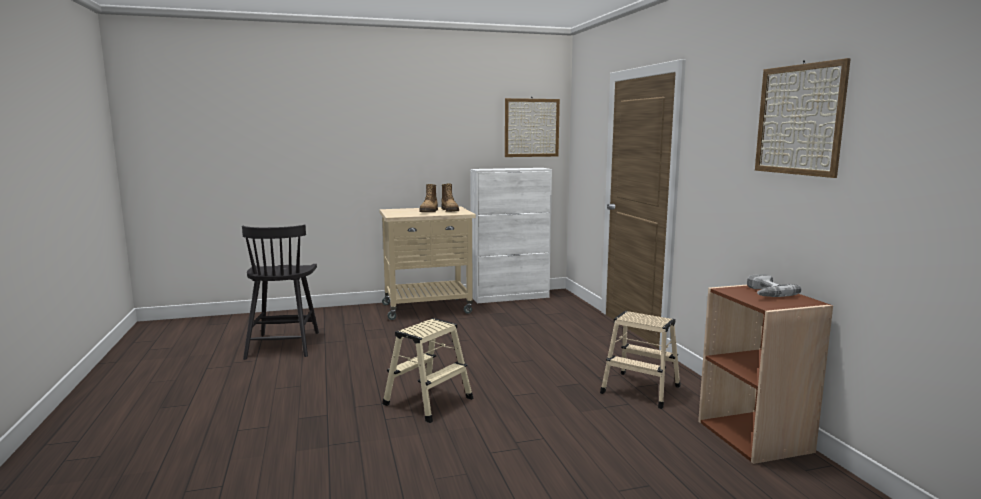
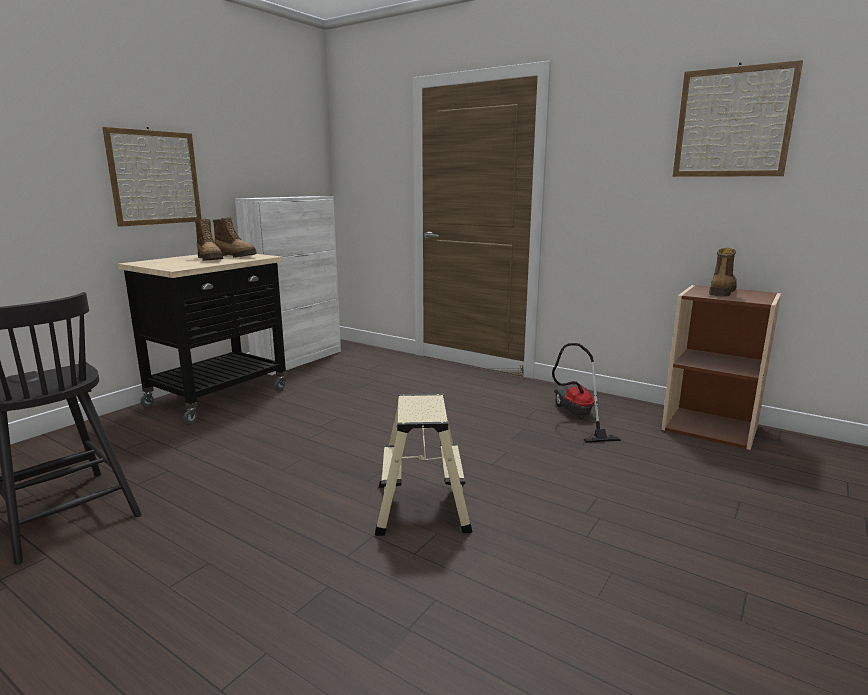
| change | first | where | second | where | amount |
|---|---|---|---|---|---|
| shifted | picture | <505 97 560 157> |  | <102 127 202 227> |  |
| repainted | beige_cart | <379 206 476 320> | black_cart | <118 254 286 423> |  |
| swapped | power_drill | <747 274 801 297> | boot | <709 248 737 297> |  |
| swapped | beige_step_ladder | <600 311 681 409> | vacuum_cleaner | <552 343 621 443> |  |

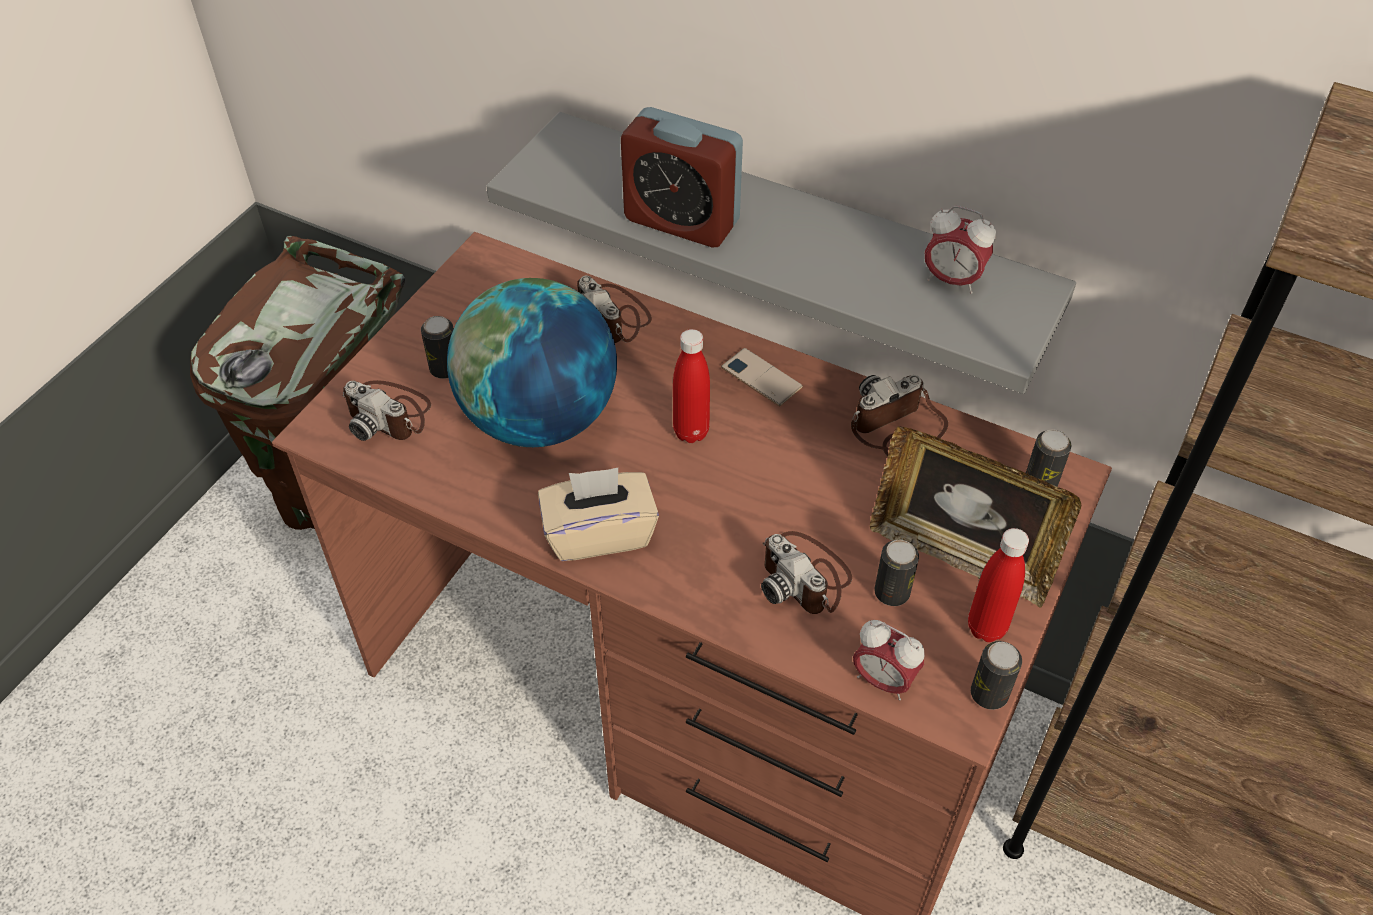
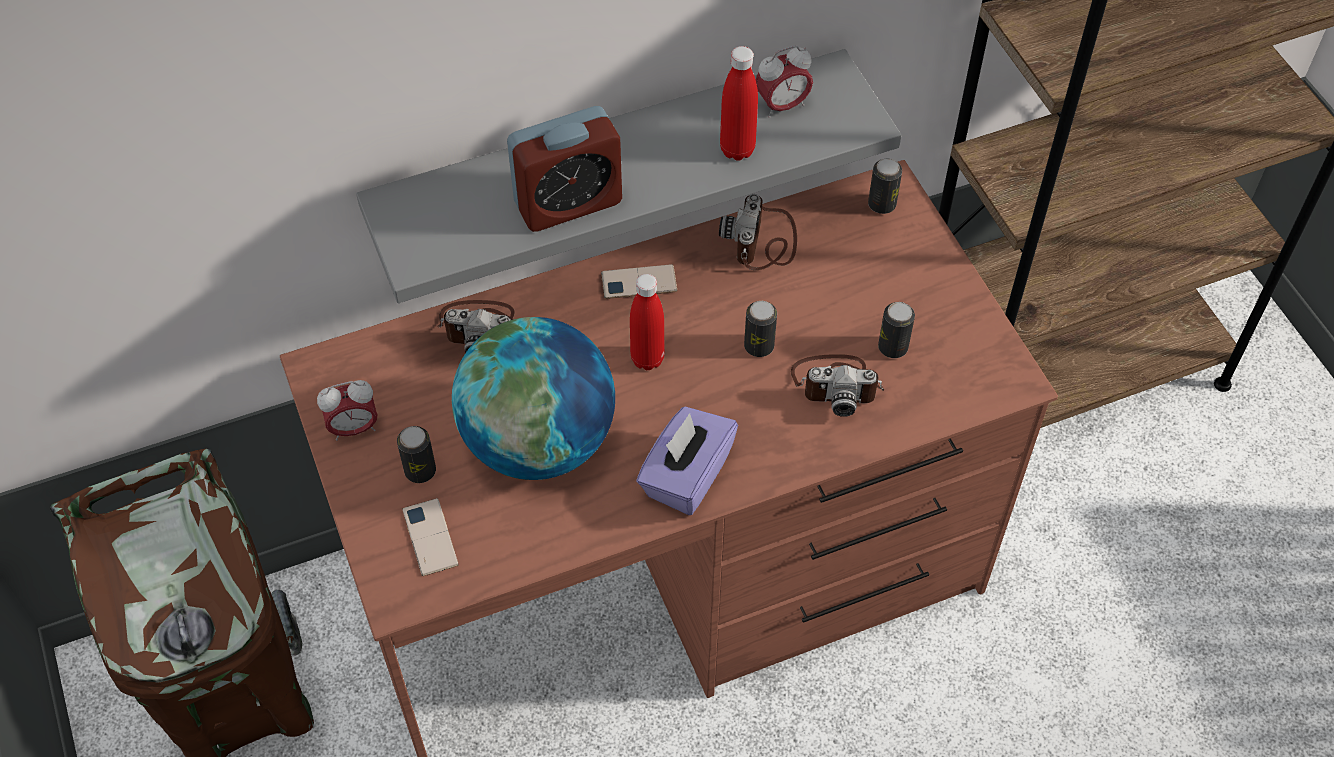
| change | first | where | second | where | amount |
|---|---|---|---|---|---|
| swapped | photo_camera | <342 380 431 441> | phone | <402 498 458 576> |  |
| gone | picture_frame | <870 426 1081 607> |  |  |  |
| repainted | beige_tissue_box | <538 468 659 561> | purple_tissue_box | <636 407 738 515> |  |
| shifted | red_bottle | <968 528 1029 642> |  | <720 46 758 161> |  |
| shifted | alarm_clock | <853 620 925 700> |  | <317 380 377 441> |  |
| shifted | can | <971 641 1022 710> |  | <744 301 777 357> |  |

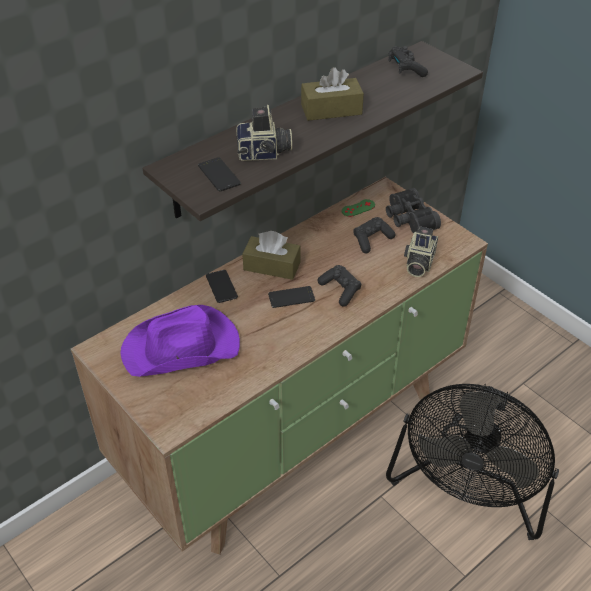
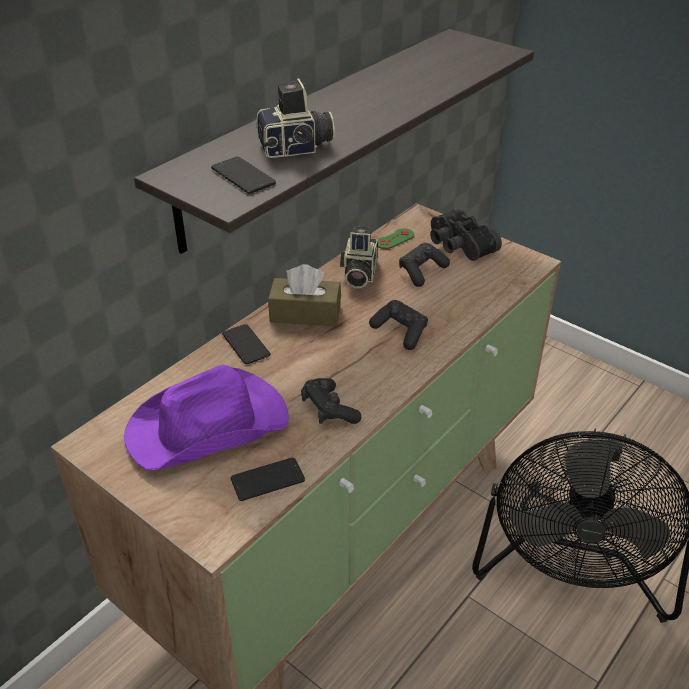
| change | first | where | second | where | amount |
|---|---|---|---|---|---|
| shifted | black_game_controller | <389 46 428 77> |  | <301 378 361 424> |  |
| gone | brown_tissue_box | <301 67 364 121> |  |  |  |
| shifted | photo_camera | <404 226 438 277> |  | <340 226 378 288> |  |
| shifted | phone | <268 286 315 308> |  | <231 457 305 501> |  |

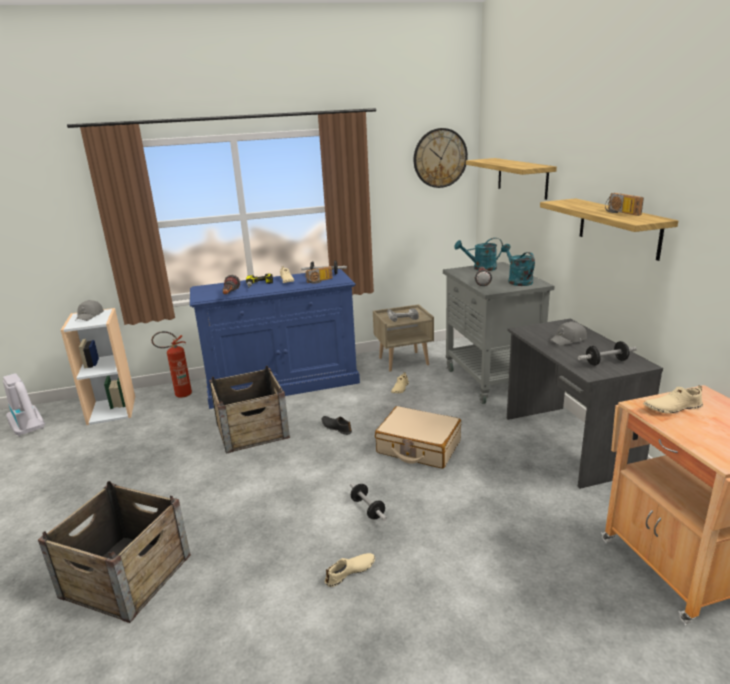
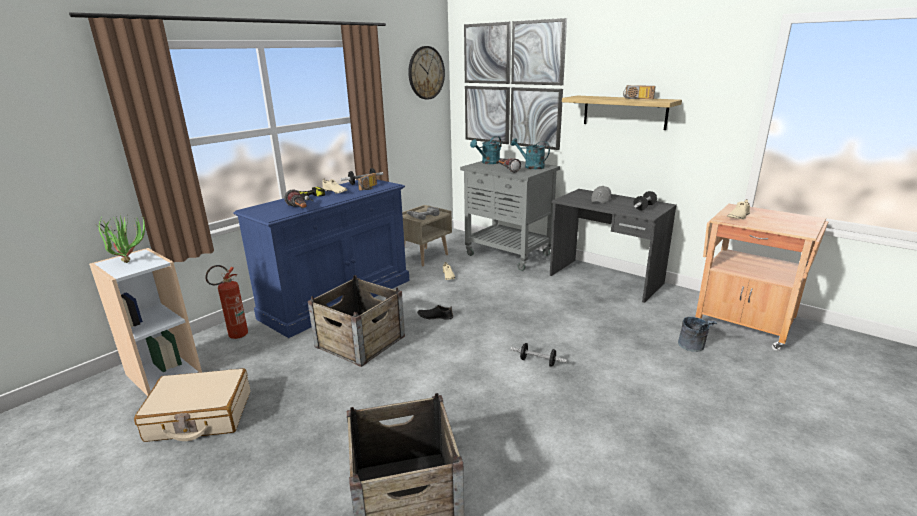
| change | first | where | second | where | amount |
|---|---|---|---|---|---|
| swapped | shelf | <466 158 557 200> | picture | <464 18 567 150> |  |
| swapped | grey_cap | <75 300 104 321> | potted_plant | <97 214 145 263> |  |
| gone | vacuum_cleaner | <3 373 45 437> |  |  |  |
| shifted | beige_suitcase | <375 406 461 469> |  | <134 368 250 442> |  |
| gone | beige_shoe | <324 553 375 587> |  |  |  |
| new |  |  | grey_bucket | <678 317 717 352> |  |

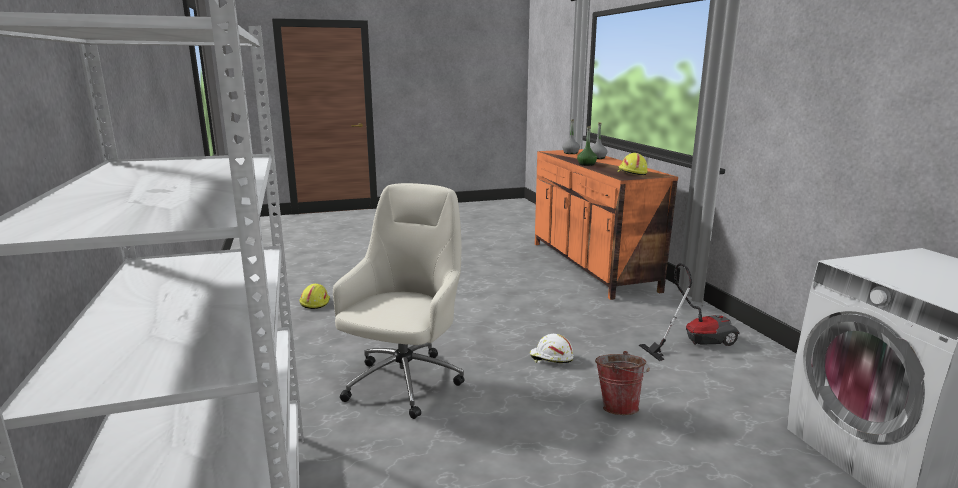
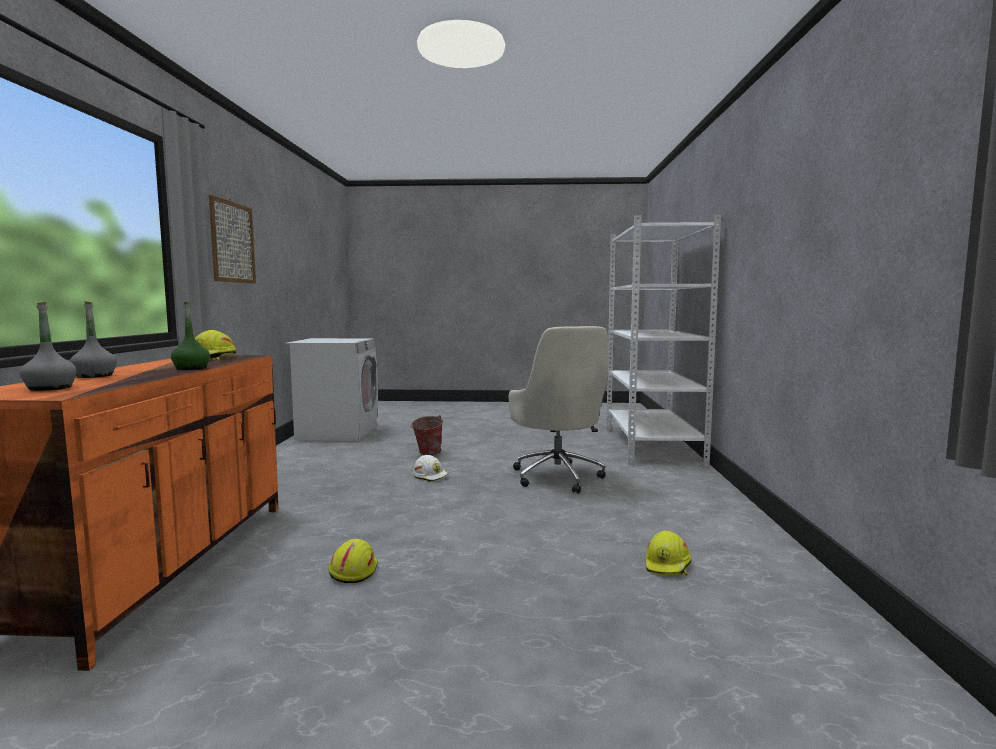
| change | first | where | second | where | amount |
|---|---|---|---|---|---|
| rotated | beige_office_chair | <333 183 465 419> |  | <509 326 608 494> | 60 degrees counterclockwise |
| gone | vacuum_cleaner | <639 263 740 361> |  |  |  |
| new |  |  | picture | <209 195 256 284> |  |
| new |  |  | yellow_hard_hat | <328 539 378 583> |  |

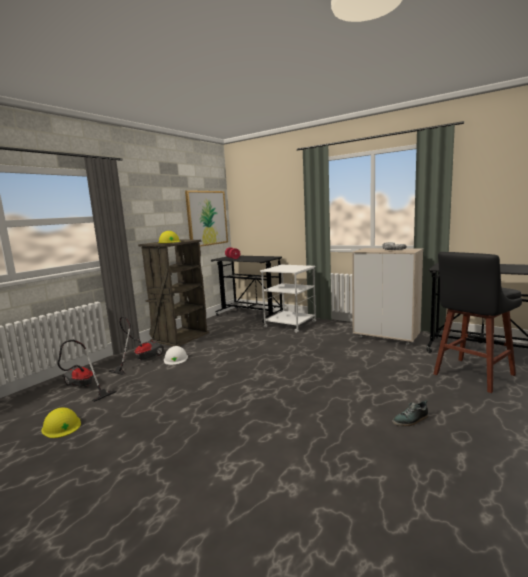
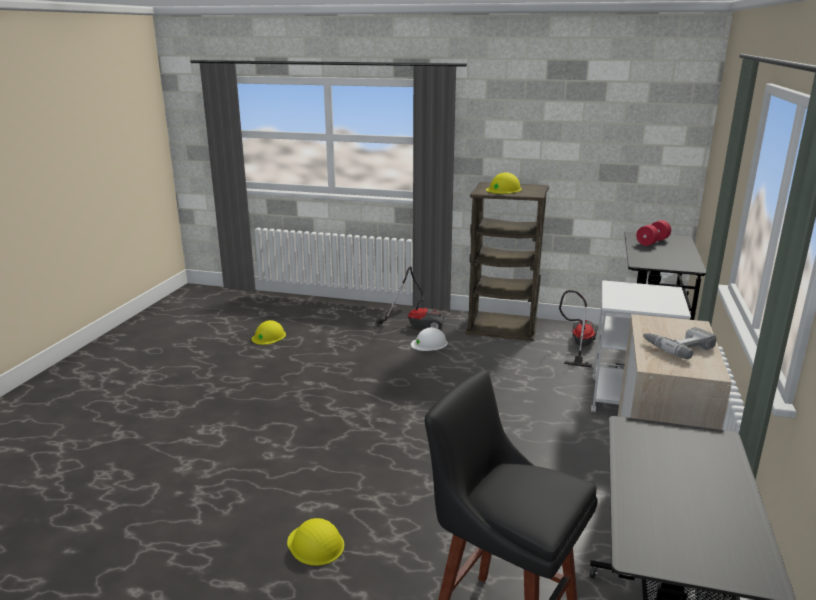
| change | first | where | second | where | amount |
|---|---|---|---|---|---|
| gone | picture | <185 190 228 247> |  |  |  |
| shifted | vacuum_cleaner | <58 340 116 402> |  | <559 290 598 368> |  |
| swapped | shoe | <393 400 428 426> | yellow_hard_hat | <287 518 344 566> |  |

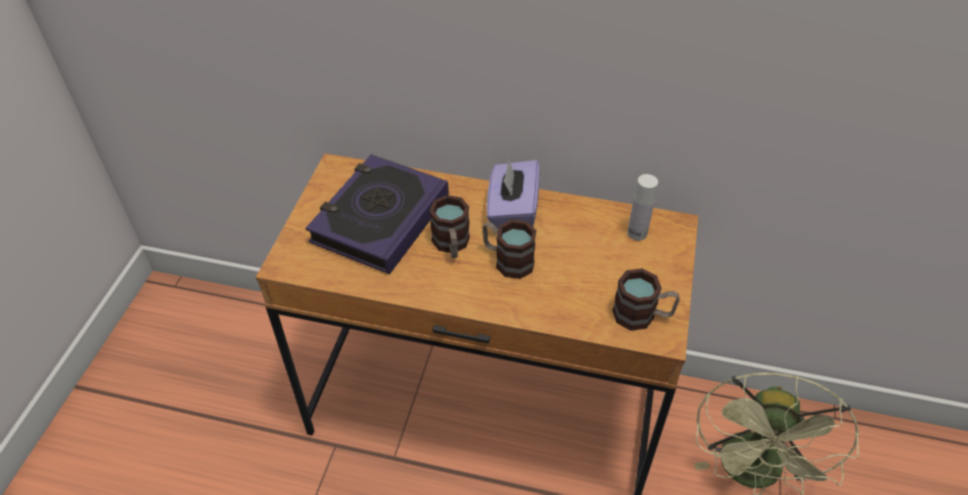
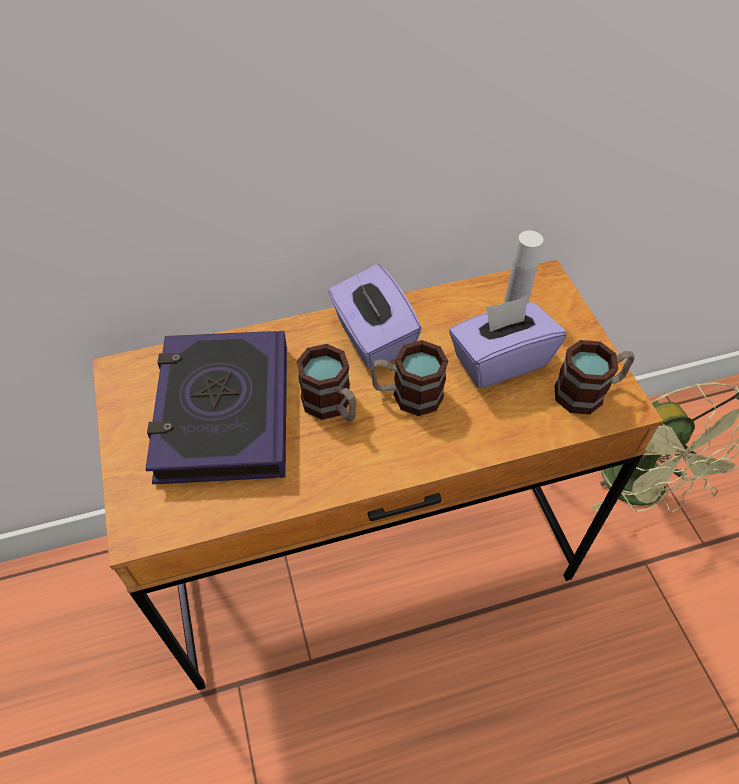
| change | first | where | second | where | amount |
|---|---|---|---|---|---|
| new |  |  | purple_tissue_box | <449 297 566 388> |  |

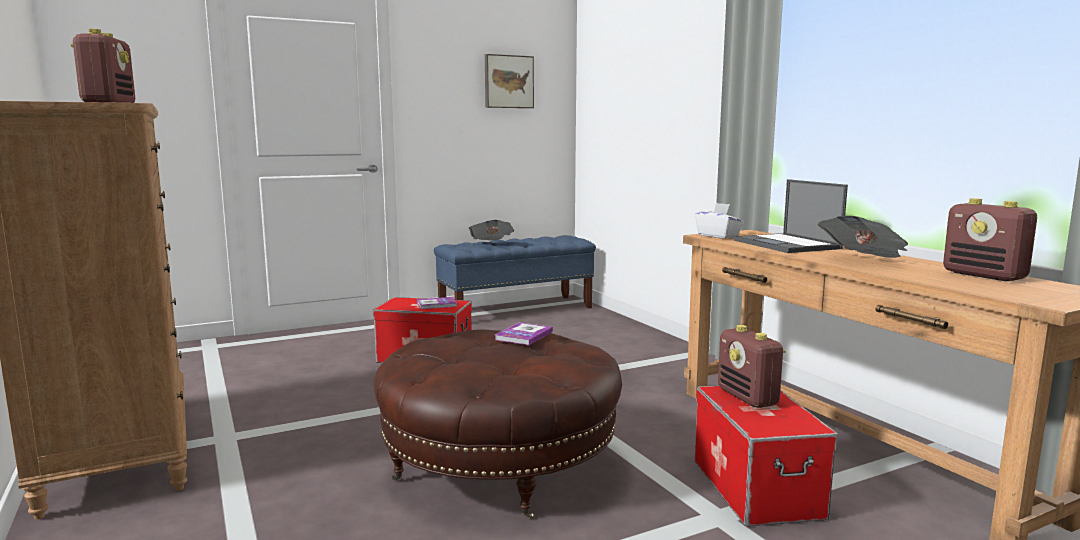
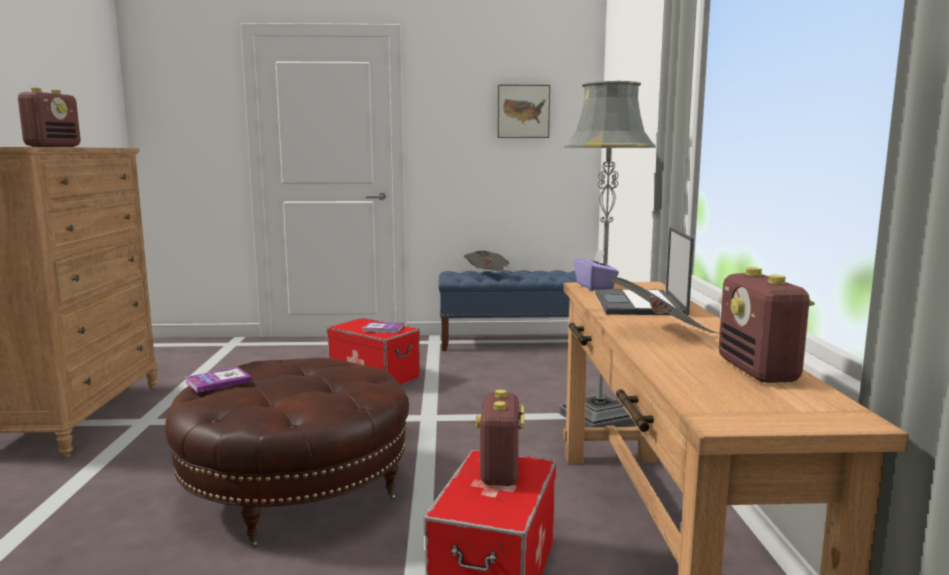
| change | first | where | second | where | amount |
|---|---|---|---|---|---|
| repainted | white_tissue_box | <695 203 744 239> | purple_tissue_box | <574 249 619 290> |  |
| shifted | book | <495 322 553 345> |  | <185 367 252 393> |  |
| new |  |  | grey_floor_lamp | <559 81 655 428> |  |

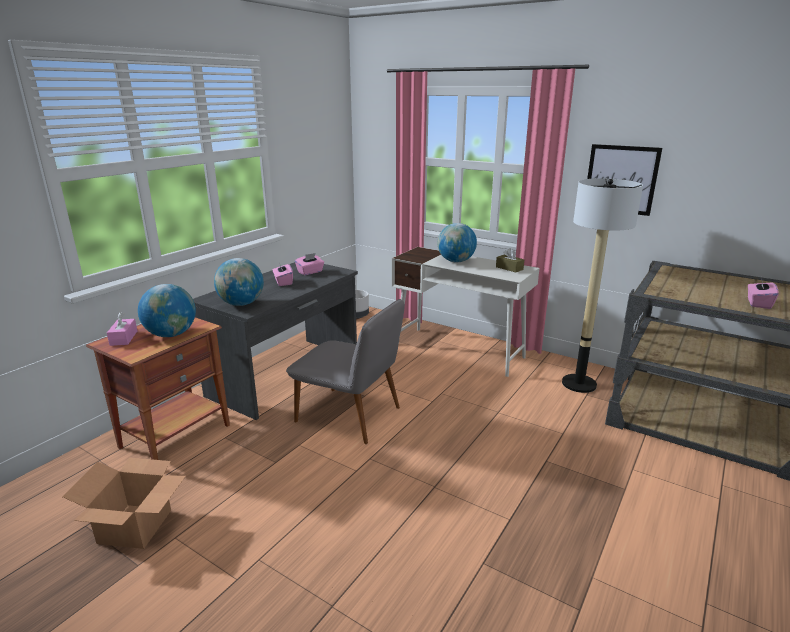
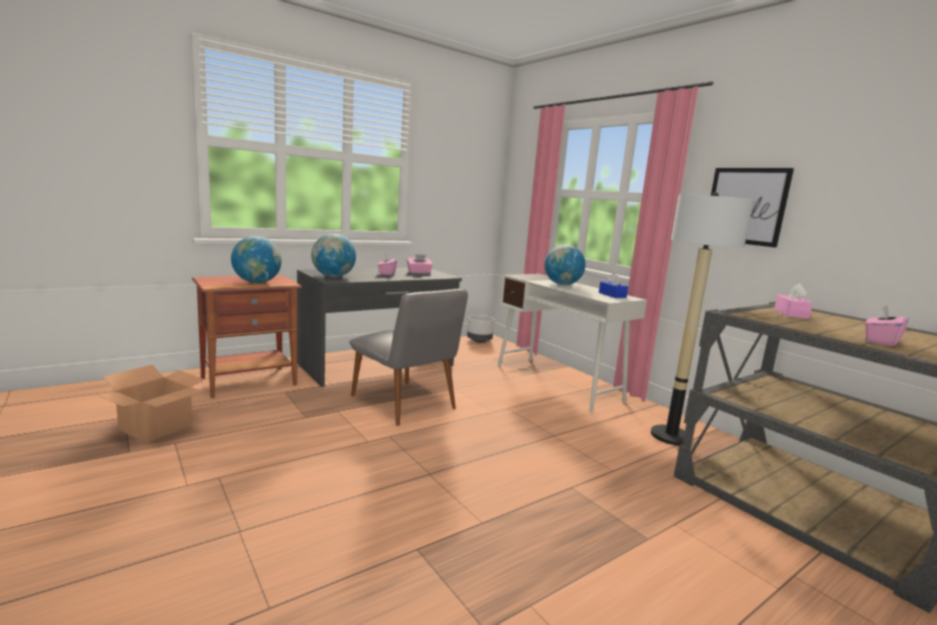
| change | first | where | second | where | amount |
|---|---|---|---|---|---|
| repainted | brown_tissue_box | <496 248 524 272> | blue_tissue_box | <599 273 628 298> |  |
| shifted | pink_tissue_box | <107 312 137 346> |  | <774 284 813 319> |  |

